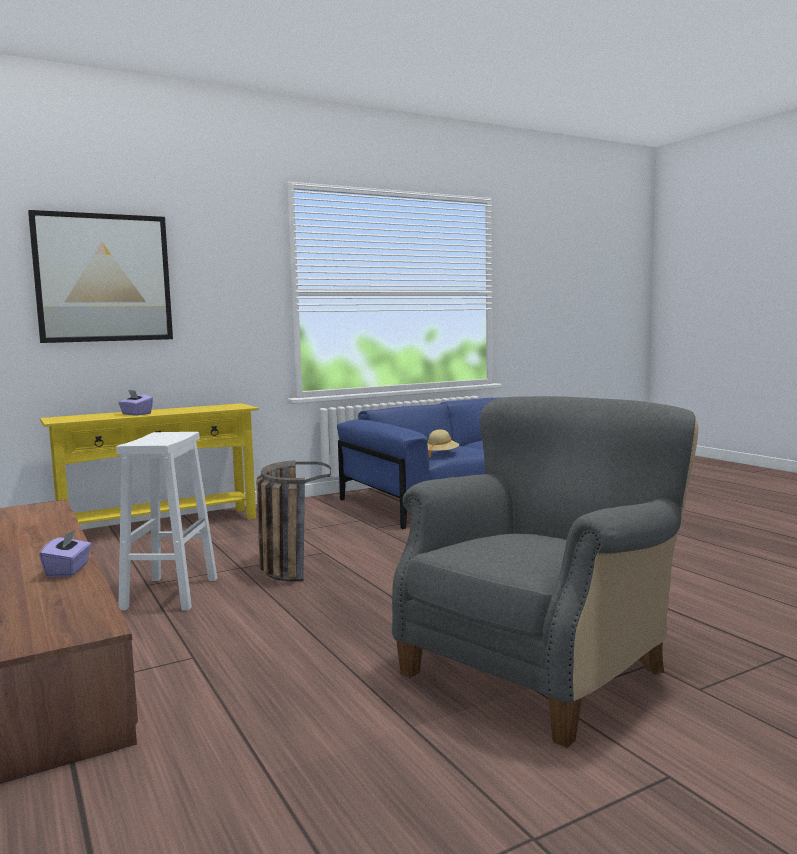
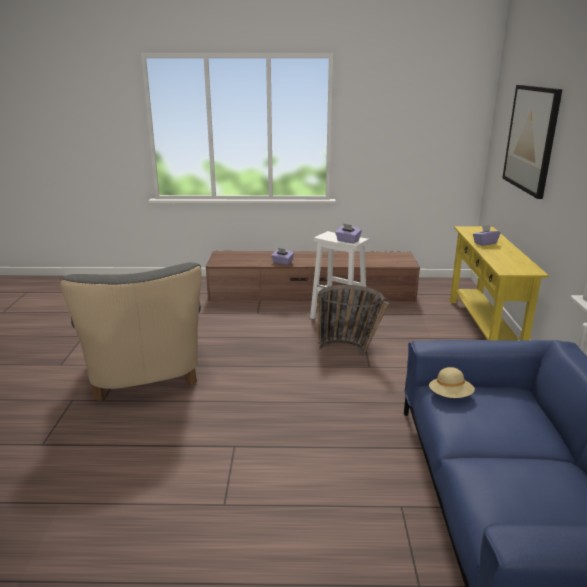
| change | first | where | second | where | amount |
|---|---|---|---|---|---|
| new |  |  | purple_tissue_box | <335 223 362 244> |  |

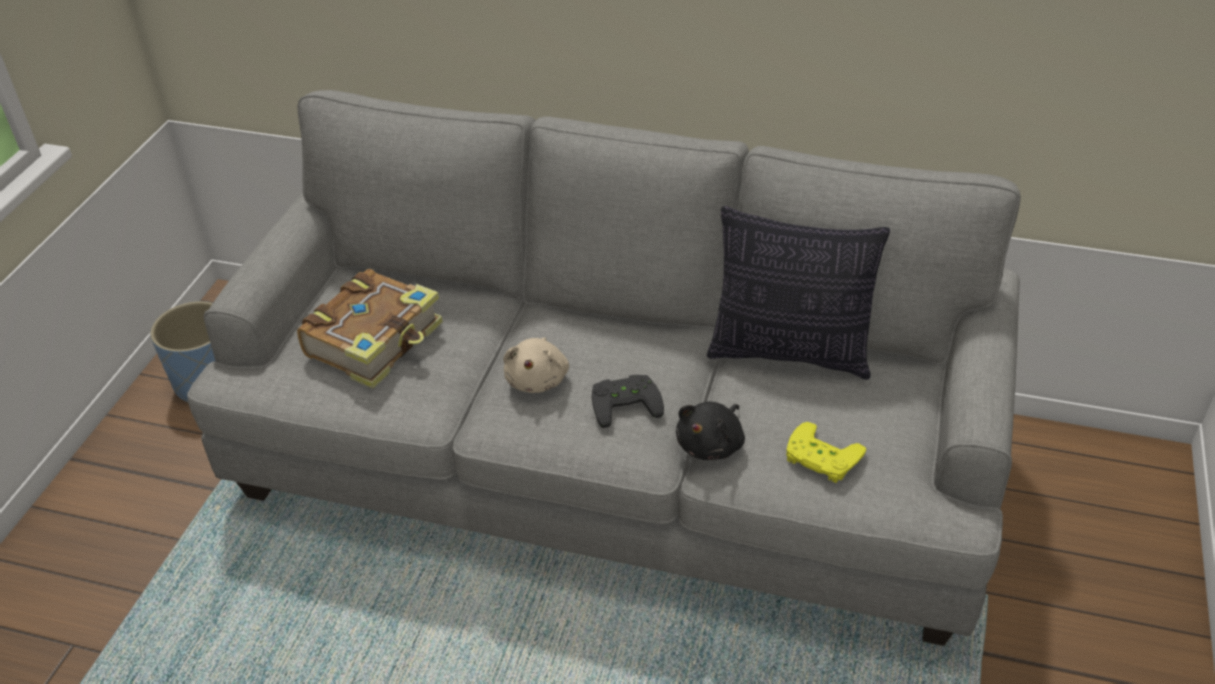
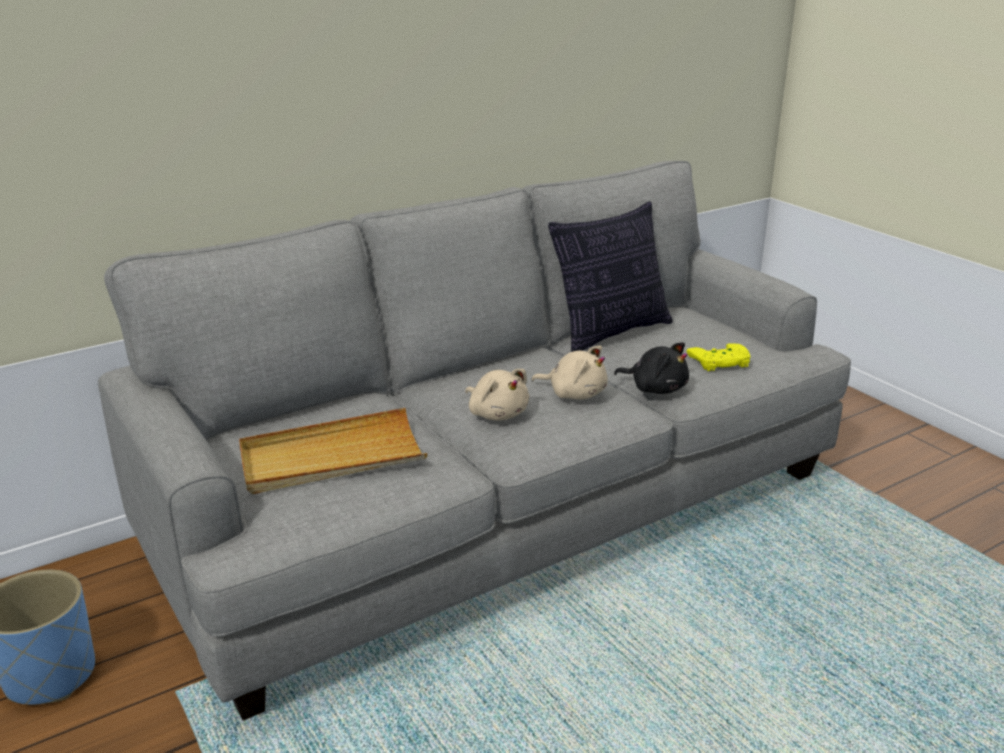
| change | first | where | second | where | amount |
|---|---|---|---|---|---|
| swapped | book | <297 269 443 389> | beige_tray | <239 408 427 494> |  |
| swapped | black_game_controller | <592 375 664 428> | beige_plush_toy | <532 346 608 400> |  |
| rotated | black_plush_toy | <676 401 745 460> |  | <614 342 689 394> | 45 degrees counterclockwise |

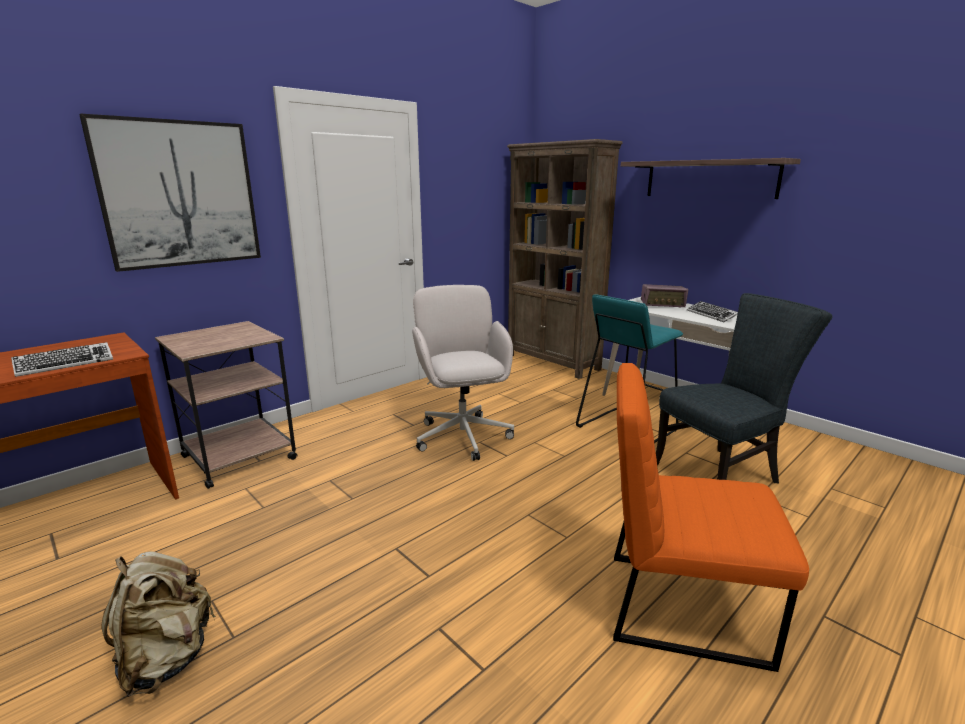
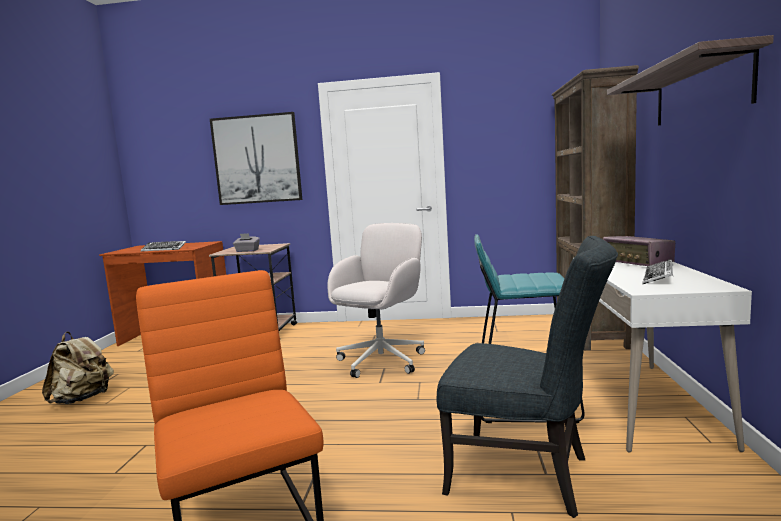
| change | first | where | second | where | amount |
|---|---|---|---|---|---|
| new |  |  | grey_tissue_box | <233 233 260 252> |  |

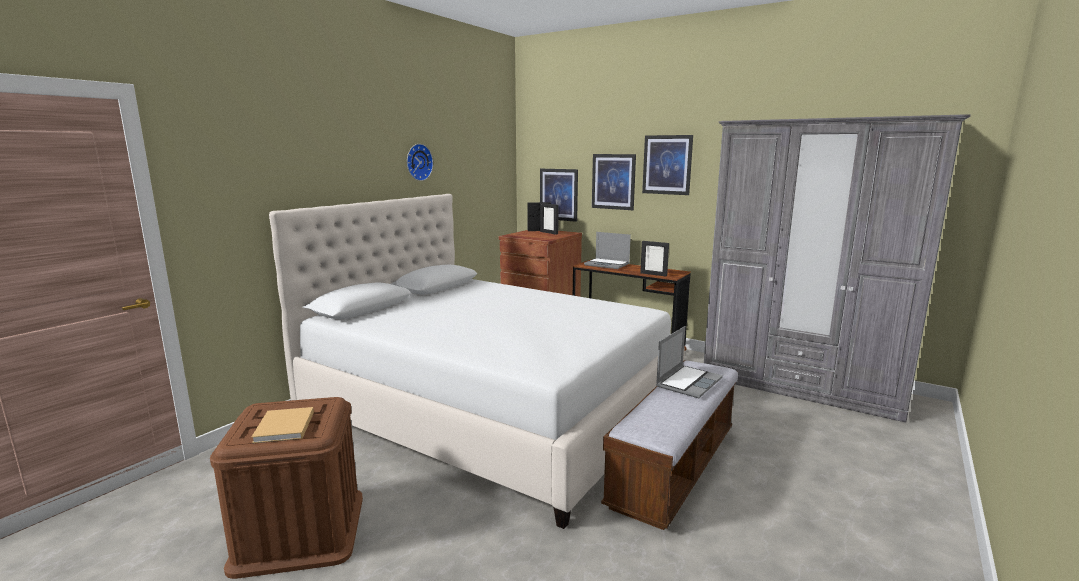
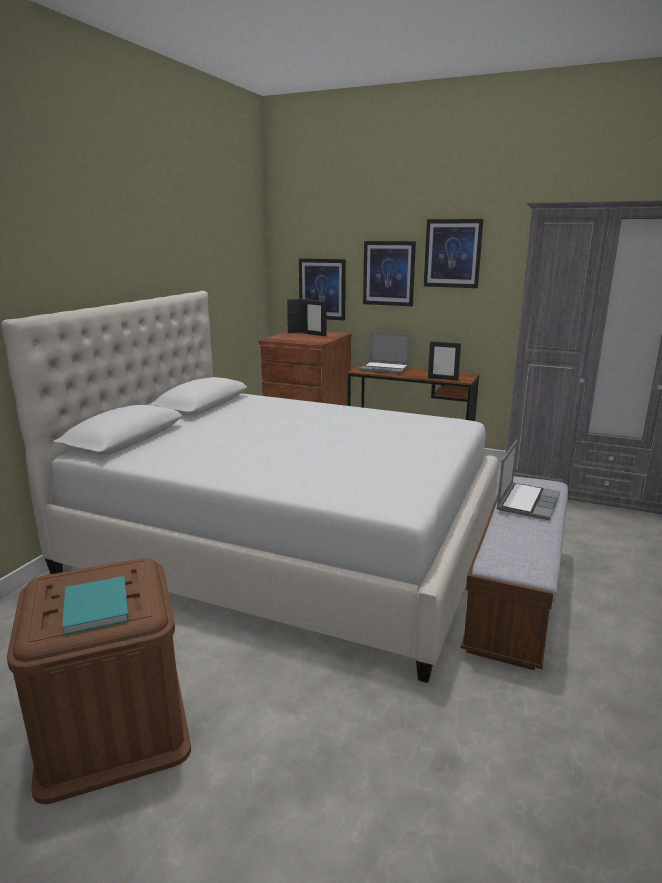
| change | first | where | second | where | amount |
|---|---|---|---|---|---|
| gone | wall_clock | <407 144 433 181> |  |  |  |
| repainted | beige_book | <251 407 314 443> | turquoise_book | <62 576 129 635> |  |

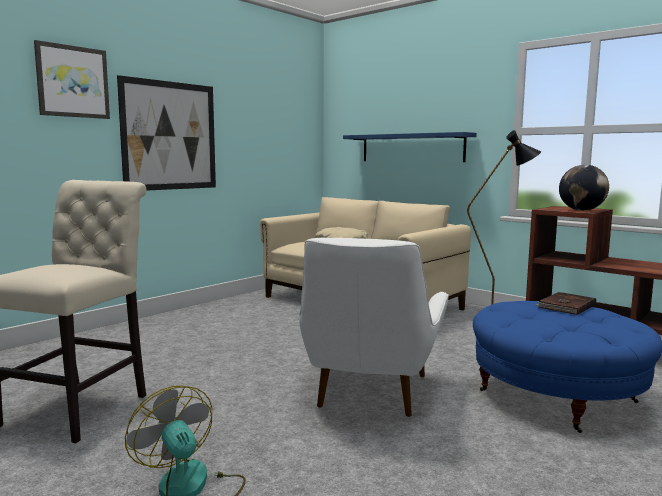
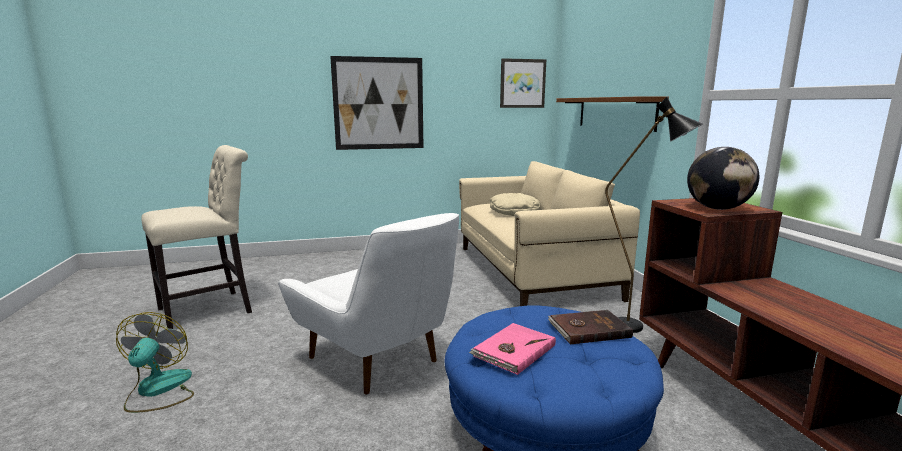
| change | first | where | second | where | amount |
|---|---|---|---|---|---|
| shifted | picture | <34 40 110 119> |  | <500 58 546 108> |  |
| repainted | blue_shelf | <343 132 477 162> | brown_shelf | <556 96 669 132> |  |
| rotated | white_armchair | <299 238 449 417> |  | <278 213 459 395> | 90 degrees counterclockwise |
| new |  |  | pink_book | <469 323 556 375> |  |

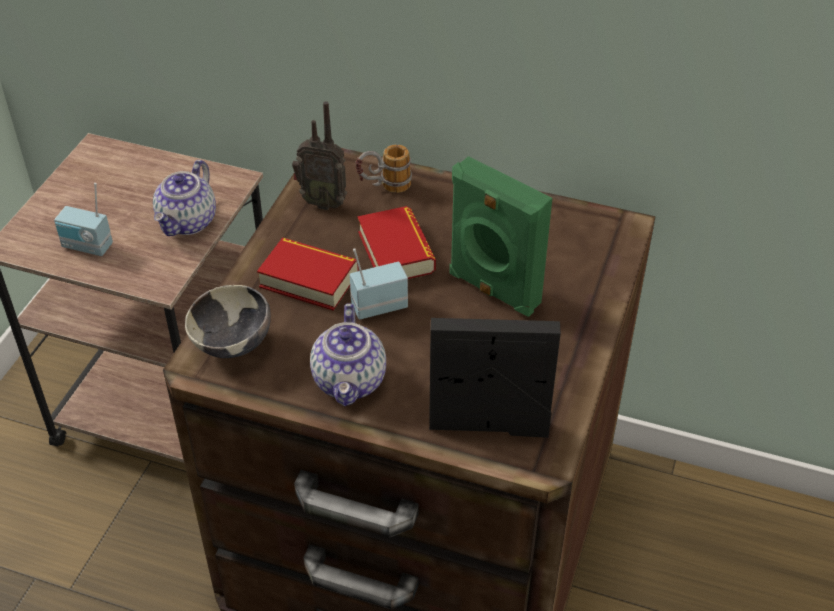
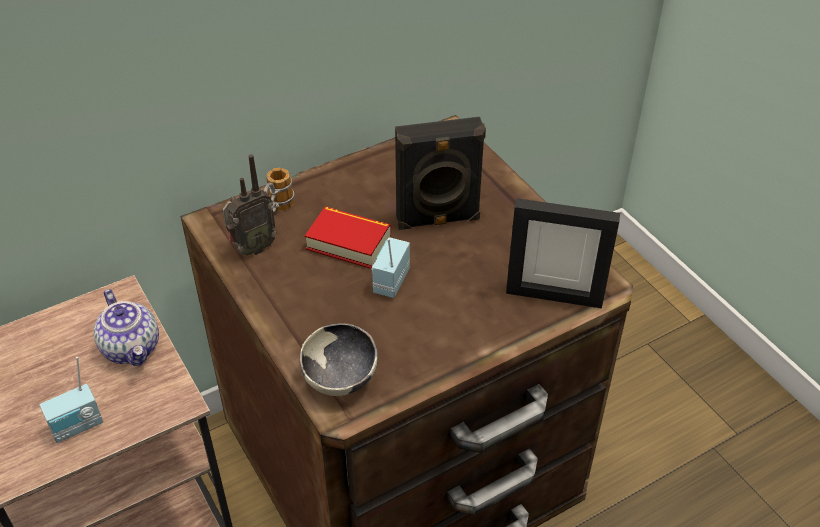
| change | first | where | second | where | amount |
|---|---|---|---|---|---|
| repainted | green_speaker | <449 156 552 317> | black_speaker | <395 117 486 230> |  |
| gone | book | <257 237 359 311> |  |  |  |
| gone | teapot | <310 304 386 406> |  |  |  |
| rotated | picture_frame | <429 318 561 438> |  | <506 198 620 308> | 120 degrees counterclockwise |

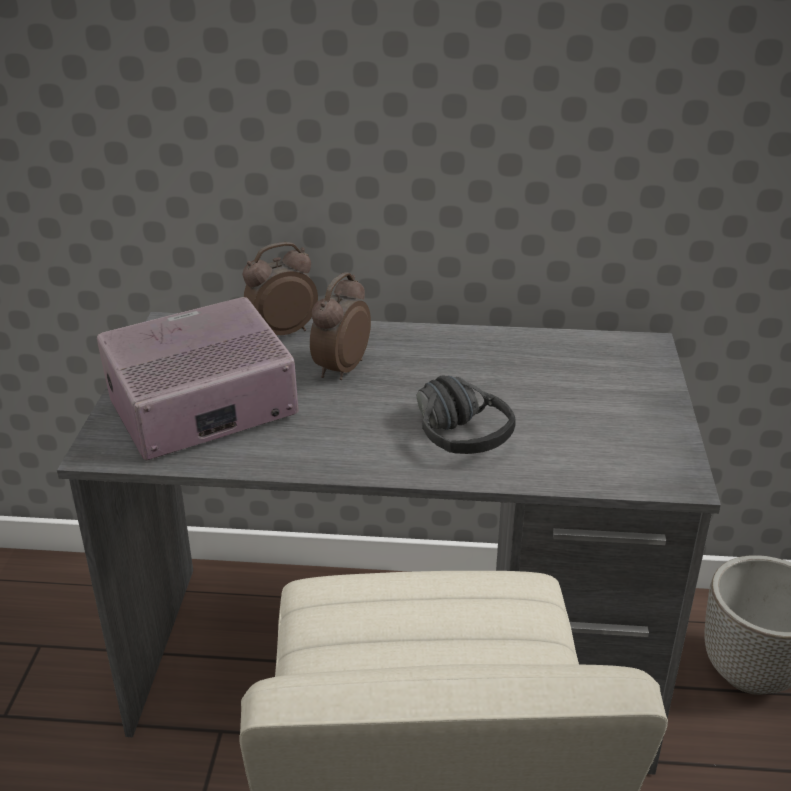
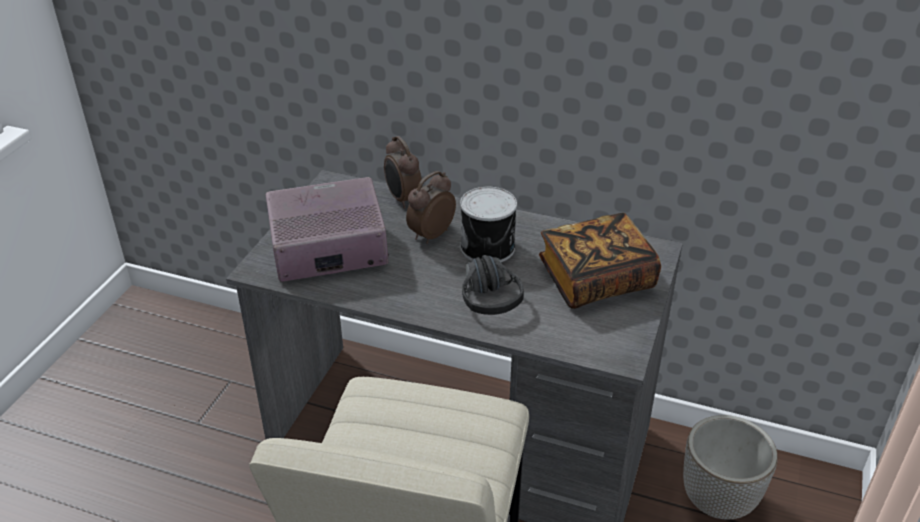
| change | first | where | second | where | amount |
|---|---|---|---|---|---|
| rotated | alarm_clock | <243 242 318 335> |  | <384 136 422 209> | 105 degrees counterclockwise |
| new |  |  | can | <460 187 517 262> |  |
| new |  |  | book | <539 213 661 309> |  |

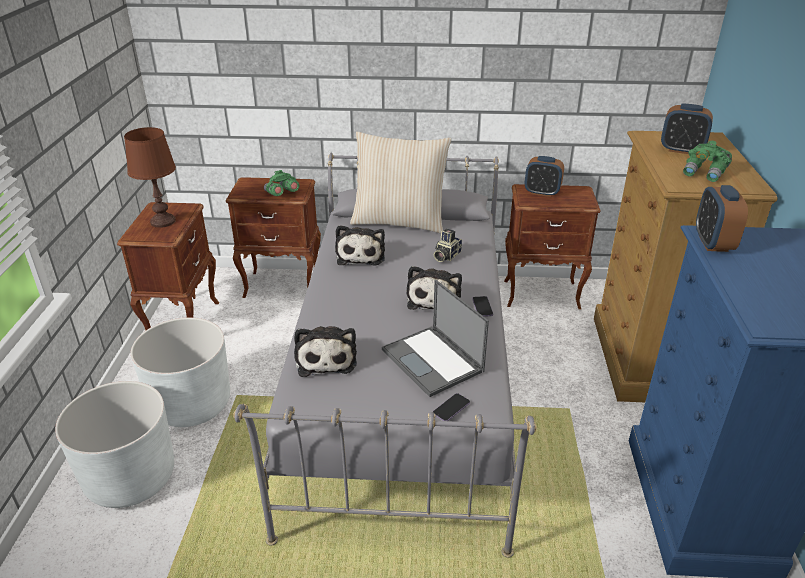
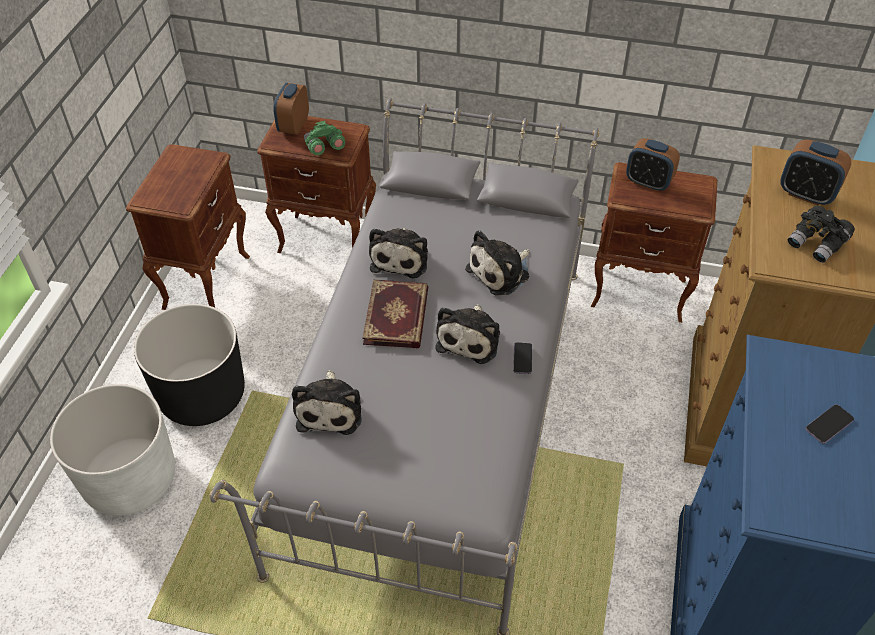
| change | first | where | second | where | amount |
|---|---|---|---|---|---|
| gone | brown_table_lamp | <124 127 176 228> |  |  |  |
| gone | beige_pillow | <350 132 451 233> |  |  |  |
| repainted | green_binoculars | <683 141 732 182> | black_binoculars | <788 205 855 263> |  |
| shifted | alarm_clock | <696 185 748 252> |  | <273 83 309 135> |  |
| swapped | photo_camera | <434 229 462 262> | plush_toy | <465 230 530 295> |  |
| gone | laptop | <382 279 489 397> |  |  |  |
| repainted | white_planter | <131 318 230 427> | black_planter | <134 304 245 426> |  |
| shifted | phone | <433 393 470 421> |  | <805 404 854 444> |  |
| new |  |  | book | <363 279 428 348> |  |

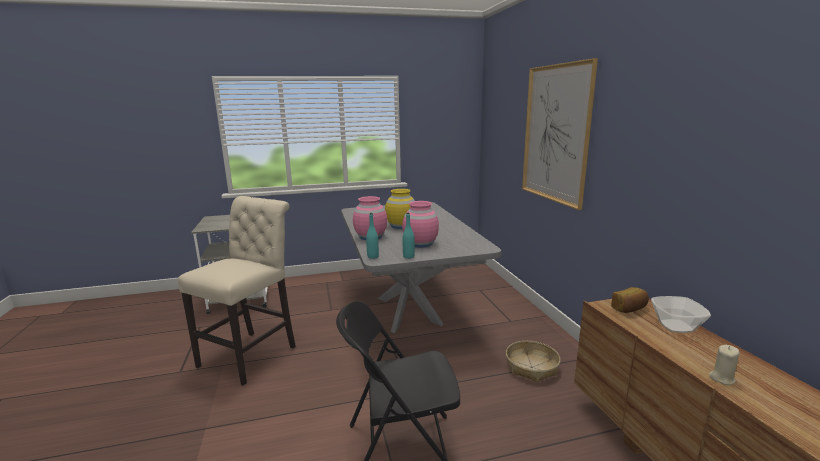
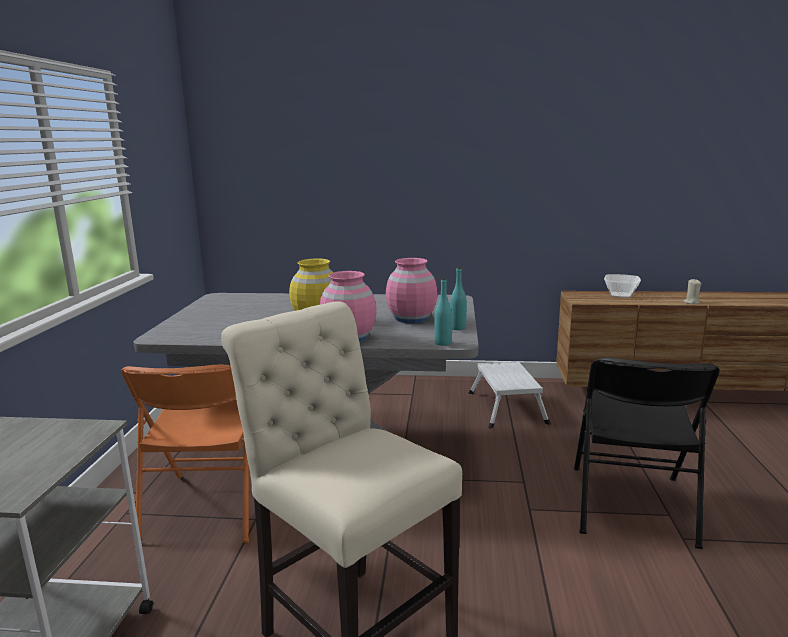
| change | first | where | second | where | amount |
|---|---|---|---|---|---|
| gone | picture | <522 58 598 210> |  |  |  |
| gone | bread | <611 287 649 313> |  |  |  |
| swapped | basket | <506 341 560 382> | white_step_ladder | <469 361 551 429> |  |
| new |  |  | orange_chair | <121 365 249 545> |  |

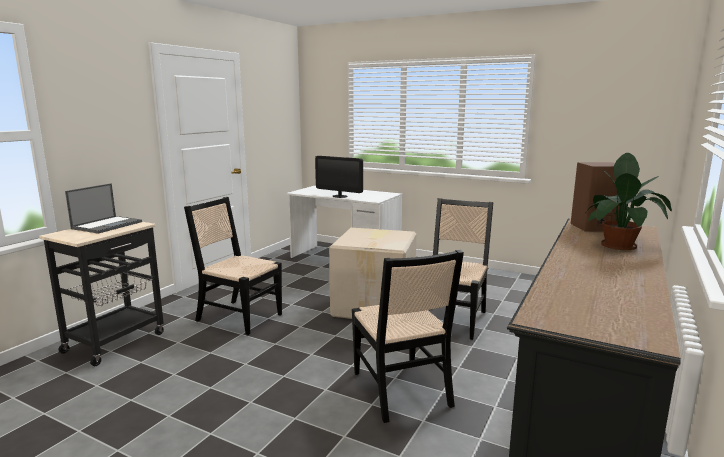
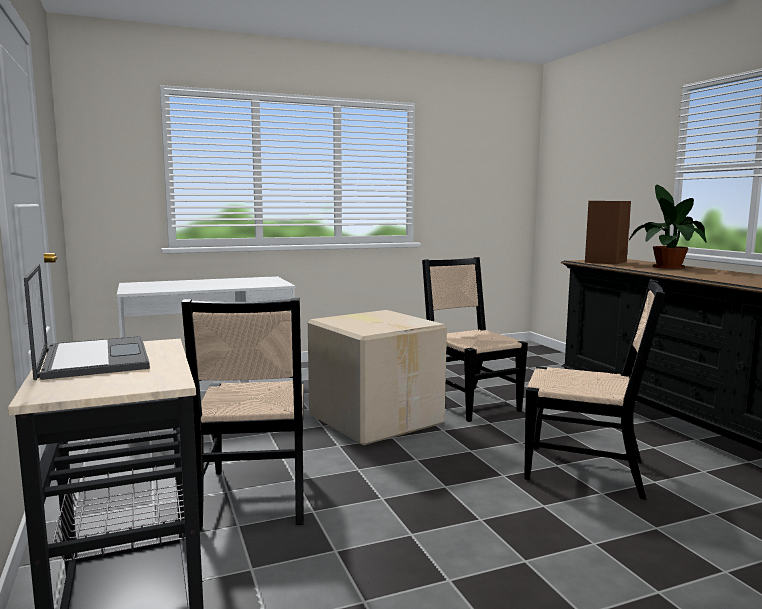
| change | first | where | second | where | amount |
|---|---|---|---|---|---|
| gone | monitor | <315 156 363 198> |  |  |  |
| rotated | chair | <184 197 282 335> |  | <181 298 304 530> | 75 degrees counterclockwise |

